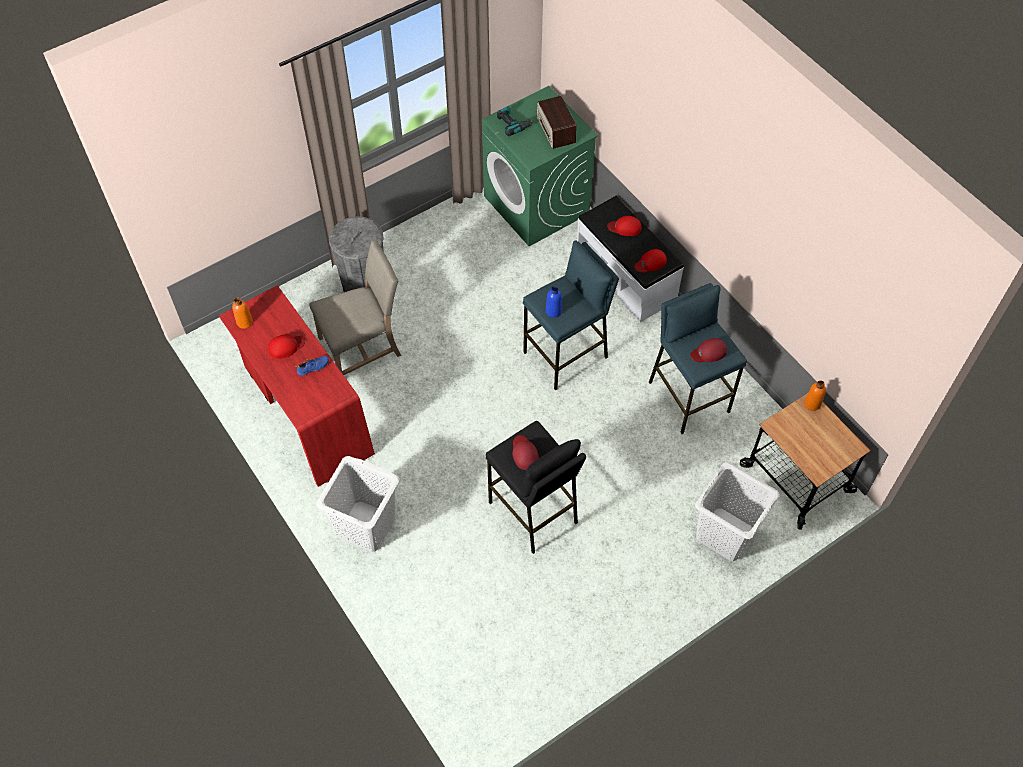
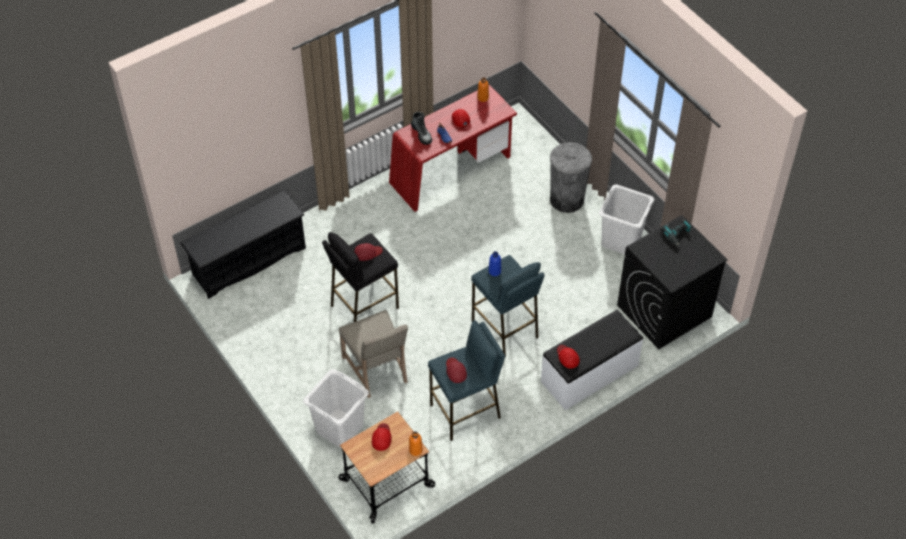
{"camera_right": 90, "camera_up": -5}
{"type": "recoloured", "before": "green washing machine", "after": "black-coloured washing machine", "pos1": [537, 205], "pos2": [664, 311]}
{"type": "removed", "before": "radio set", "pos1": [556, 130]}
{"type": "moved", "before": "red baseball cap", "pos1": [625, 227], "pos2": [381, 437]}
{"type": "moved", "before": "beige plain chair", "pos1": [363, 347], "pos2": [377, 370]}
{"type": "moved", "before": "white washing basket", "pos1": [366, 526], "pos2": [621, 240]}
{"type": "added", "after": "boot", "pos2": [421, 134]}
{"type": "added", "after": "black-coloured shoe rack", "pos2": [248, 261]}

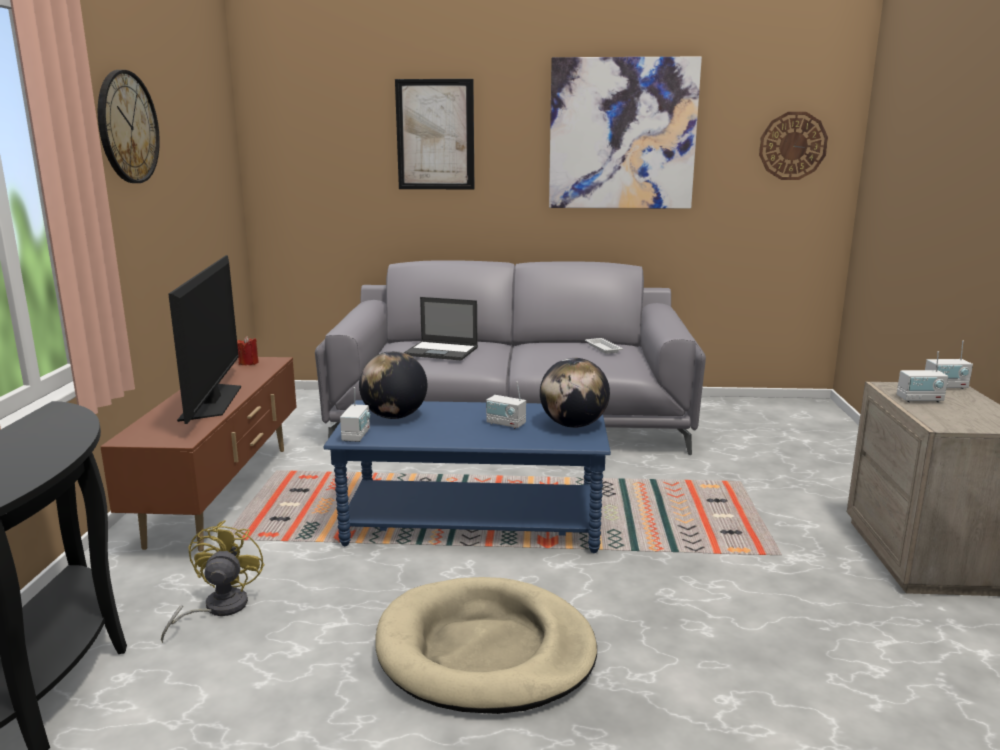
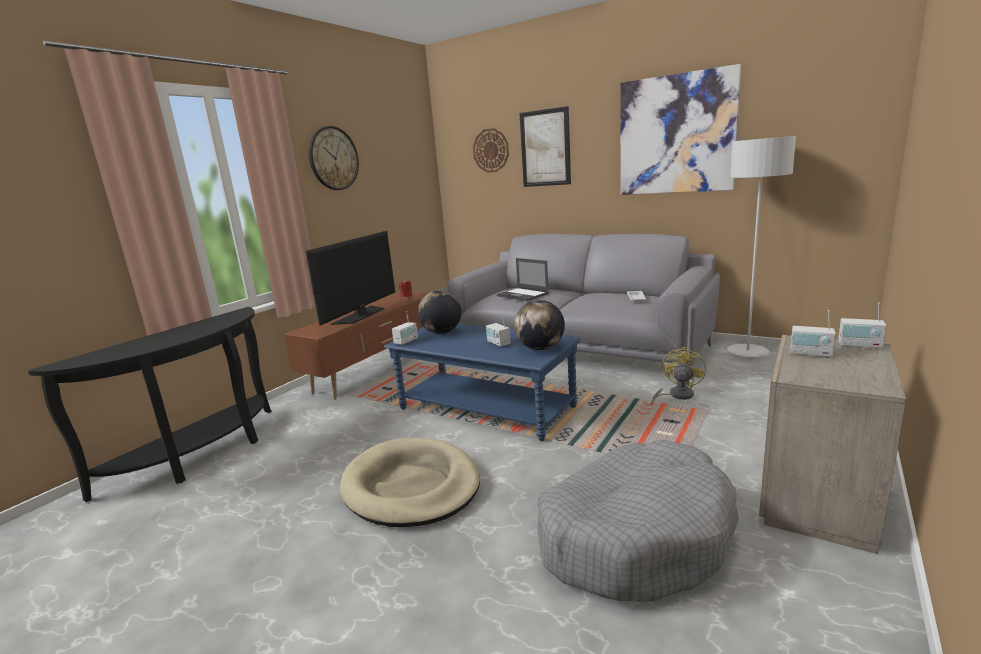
{"camera_right": 30, "camera_up": 0}
{"type": "moved", "before": "wall clock", "pos1": [792, 146], "pos2": [491, 150]}
{"type": "moved", "before": "yellow fan", "pos1": [217, 609], "pos2": [676, 396]}
{"type": "added", "after": "gray standing lamp", "pos2": [747, 352]}
{"type": "added", "after": "gray pet bed", "pos2": [635, 535]}

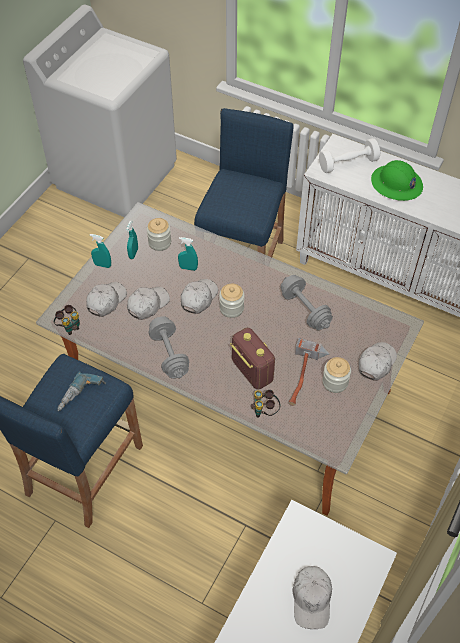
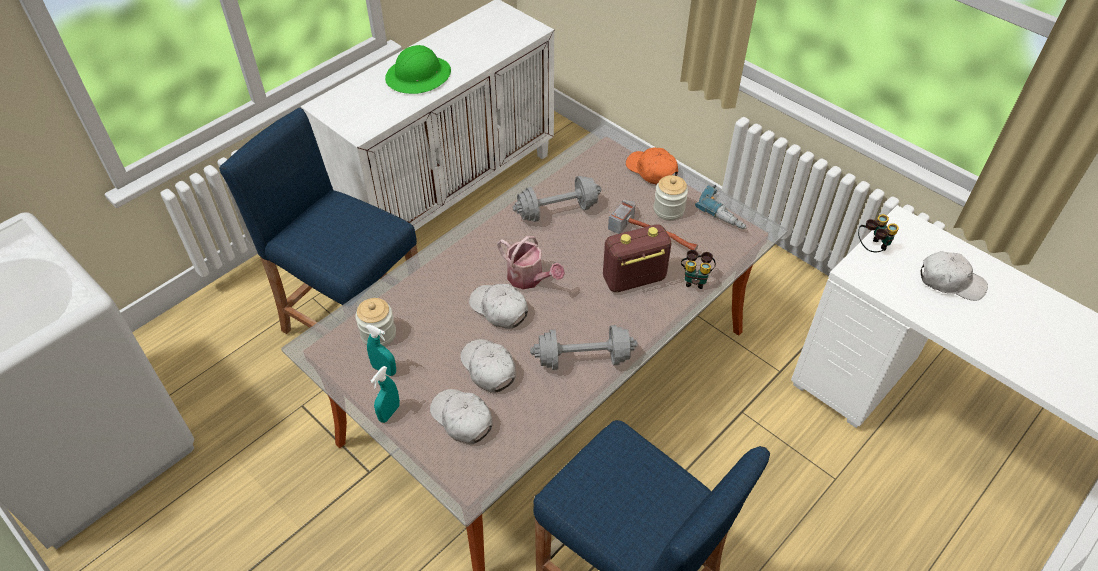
{"camera_right": -75, "camera_up": -5}
{"type": "removed", "before": "white hand weight", "pos1": [348, 164]}
{"type": "removed", "before": "turquoise sprayer", "pos1": [188, 268]}
{"type": "replaced", "before": "preserve jar", "after": "watering can", "pos1": [231, 308], "pos2": [529, 278]}
{"type": "moved", "before": "pair of binoculars", "pos1": [69, 326], "pos2": [871, 248]}
{"type": "recoloured", "before": "white baseball cap", "after": "orange-coloured baseball cap", "pos1": [376, 363], "pos2": [651, 171]}
{"type": "moved", "before": "power drill", "pos1": [82, 397], "pos2": [725, 212]}

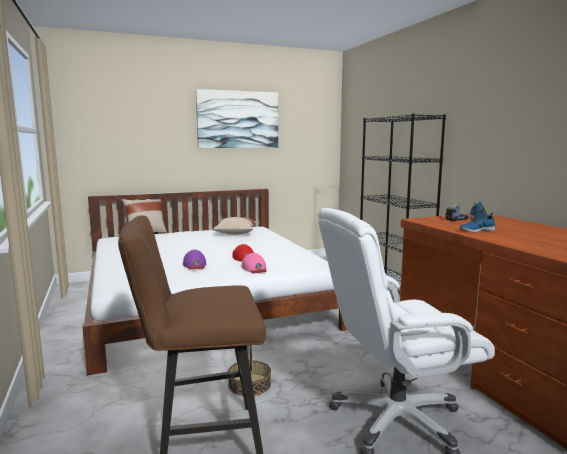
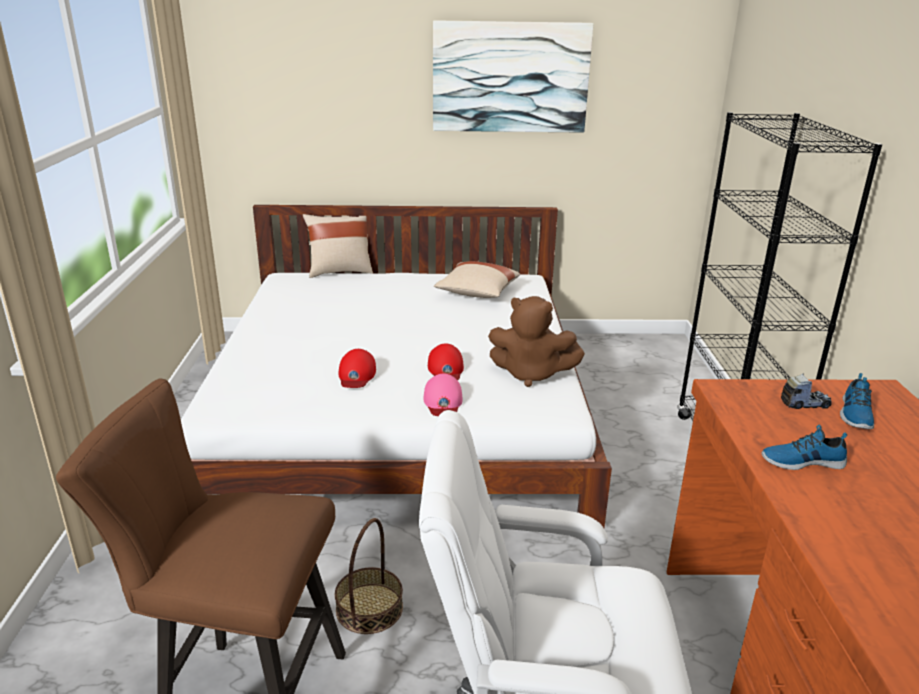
{"camera_right": 20, "camera_up": 15}
{"type": "recoloured", "before": "purplish baseball cap", "after": "red baseball cap", "pos1": [195, 265], "pos2": [356, 374]}
{"type": "added", "after": "brown soft toy", "pos2": [531, 374]}

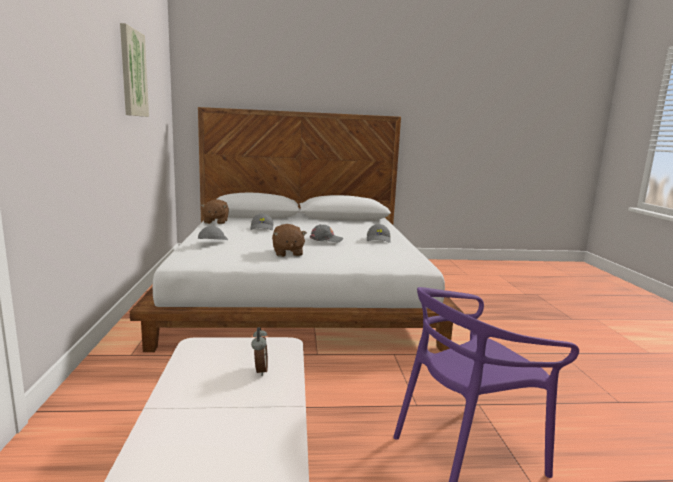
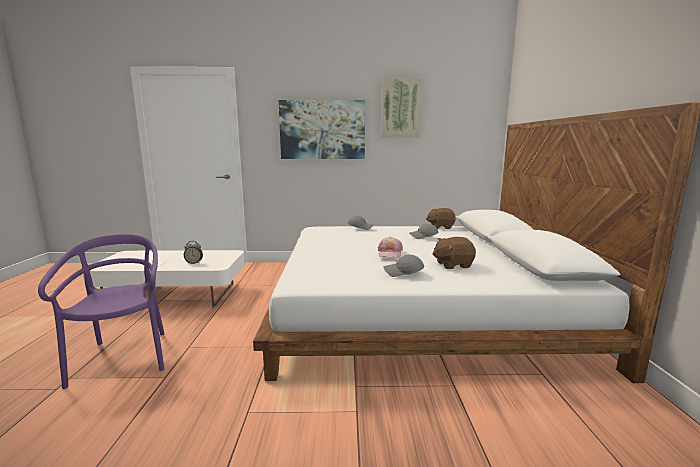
{"camera_right": 95, "camera_up": 0}
{"type": "moved", "before": "brown soft toy", "pos1": [287, 253], "pos2": [453, 265]}
{"type": "recoloured", "before": "gray baseball cap", "after": "pink baseball cap", "pos1": [326, 239], "pos2": [390, 253]}
{"type": "added", "after": "wall picture", "pos2": [322, 130]}

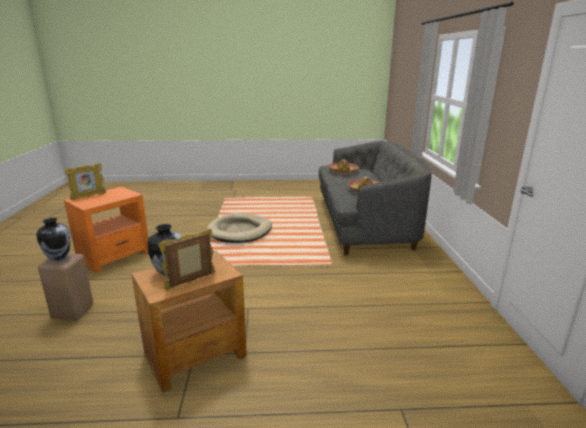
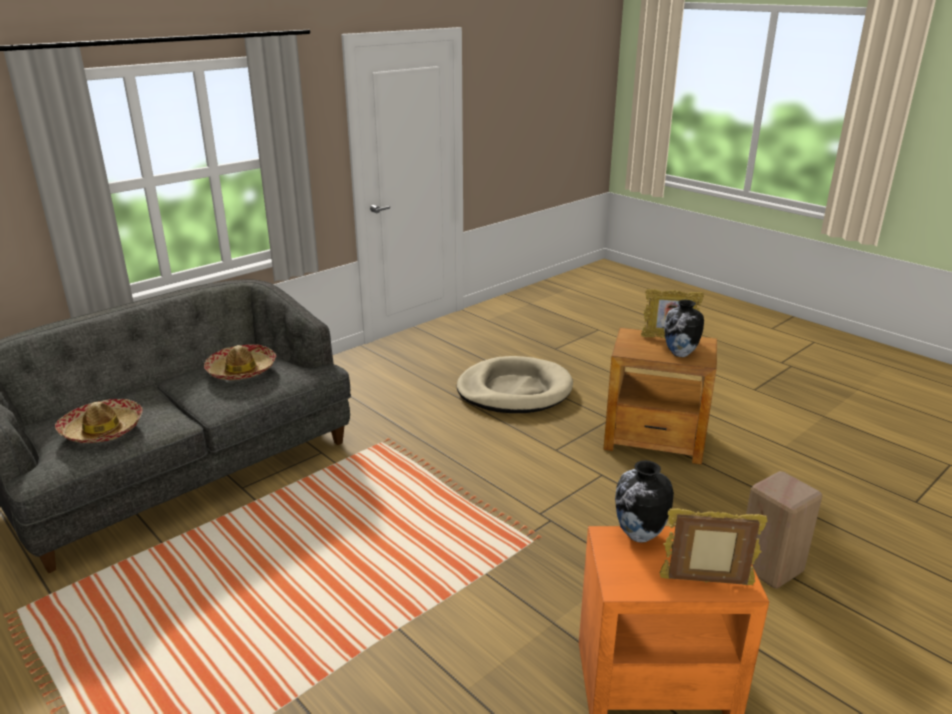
{"camera_right": -130, "camera_up": 5}
{"type": "moved", "before": "beige pet bed", "pos1": [240, 231], "pos2": [514, 390]}
{"type": "moved", "before": "flower vase", "pos1": [59, 258], "pos2": [639, 535]}

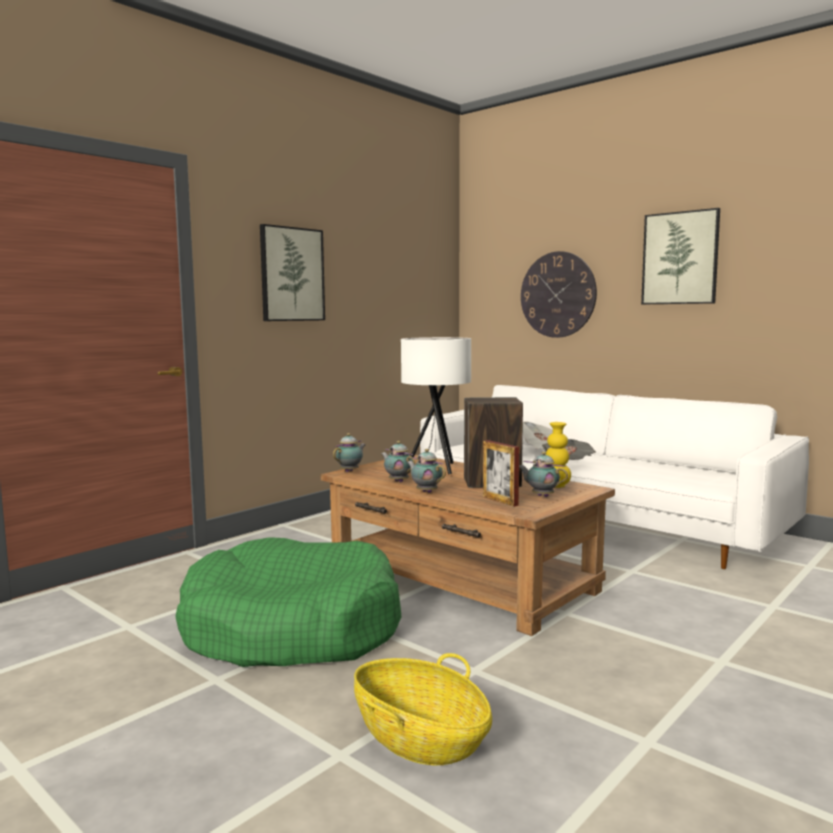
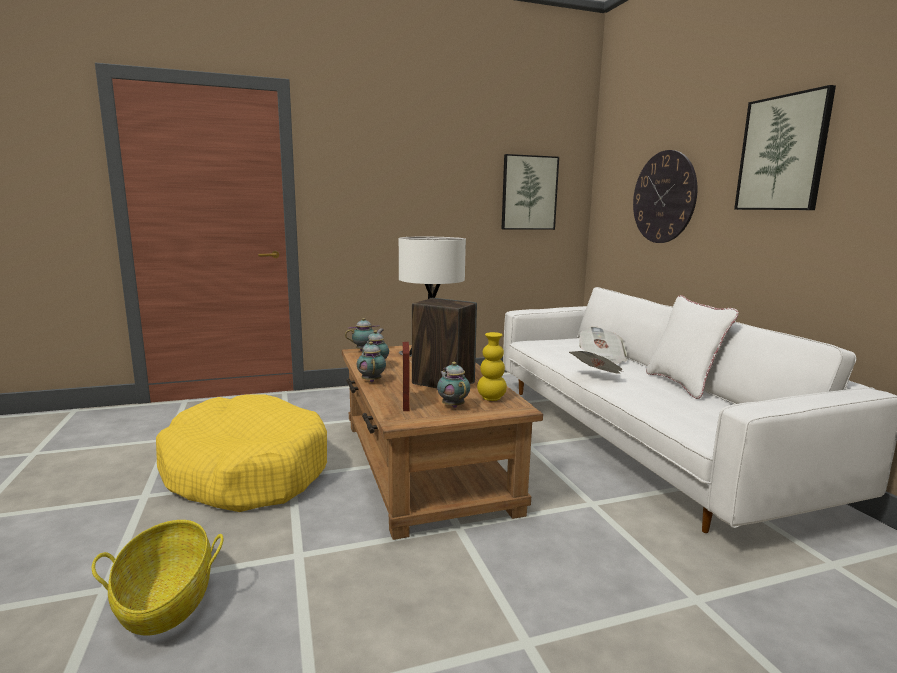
{"camera_right": 30, "camera_up": 5}
{"type": "moved", "before": "wall picture", "pos1": [291, 274], "pos2": [529, 193]}
{"type": "recoloured", "before": "green pet bed", "after": "yellow pet bed", "pos1": [292, 628], "pos2": [245, 471]}
{"type": "added", "after": "white pillow", "pos2": [683, 384]}

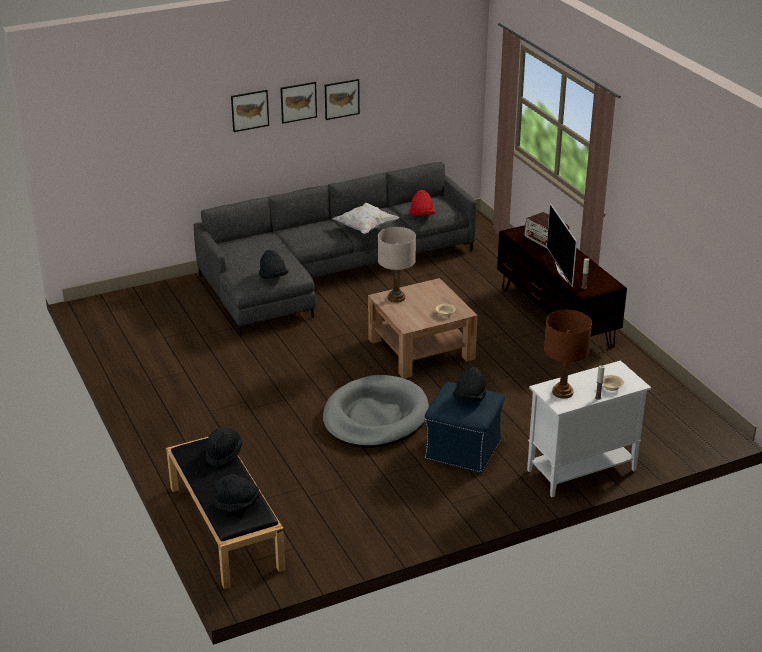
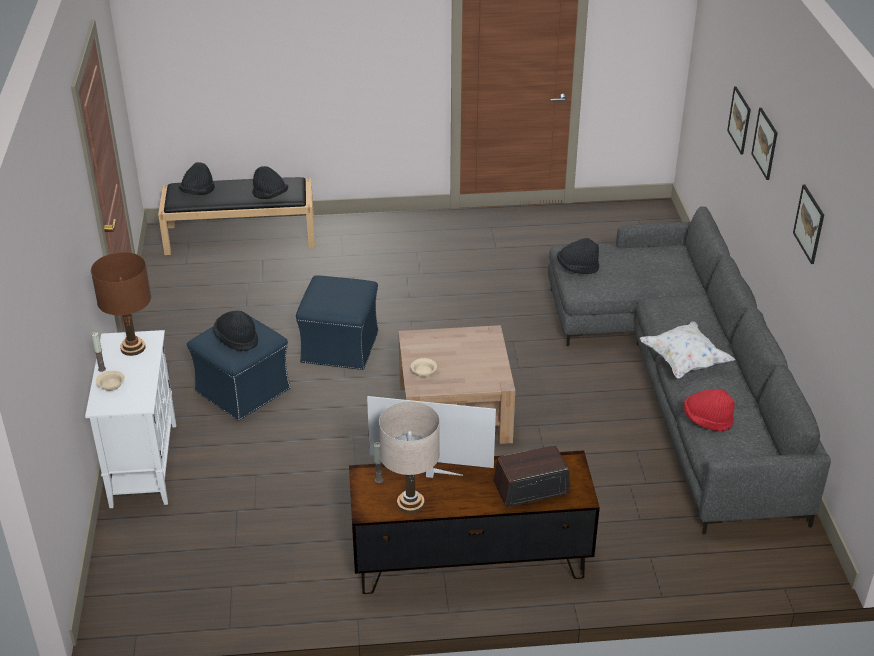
{"camera_right": 110, "camera_up": 5}
{"type": "moved", "before": "wall picture", "pos1": [298, 102], "pos2": [739, 120]}
{"type": "moved", "before": "beige table lamp", "pos1": [396, 298], "pos2": [411, 503]}
{"type": "replaced", "before": "gray pet bed", "after": "bluish pouffe", "pos1": [375, 417], "pos2": [340, 346]}

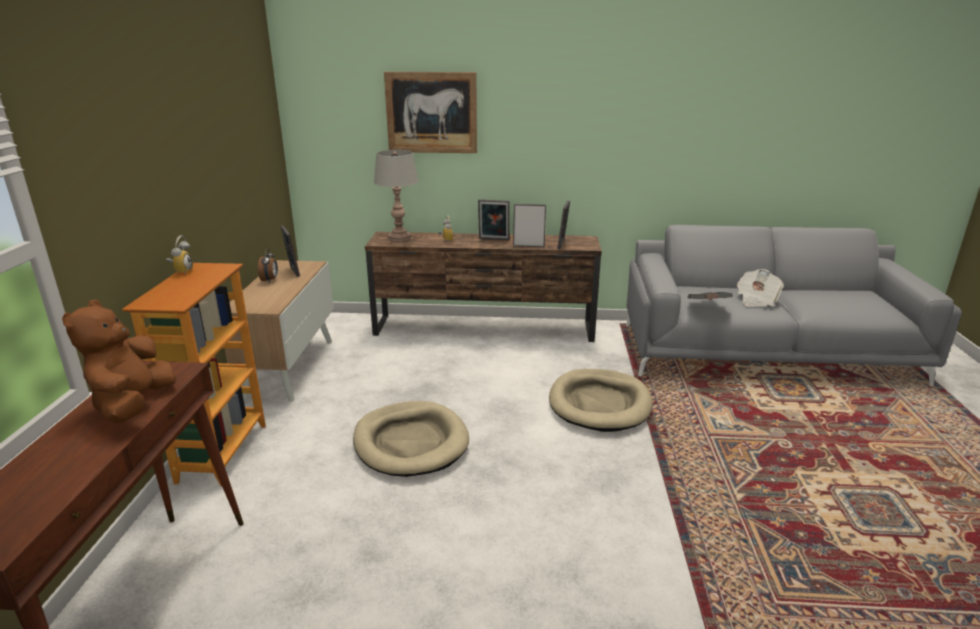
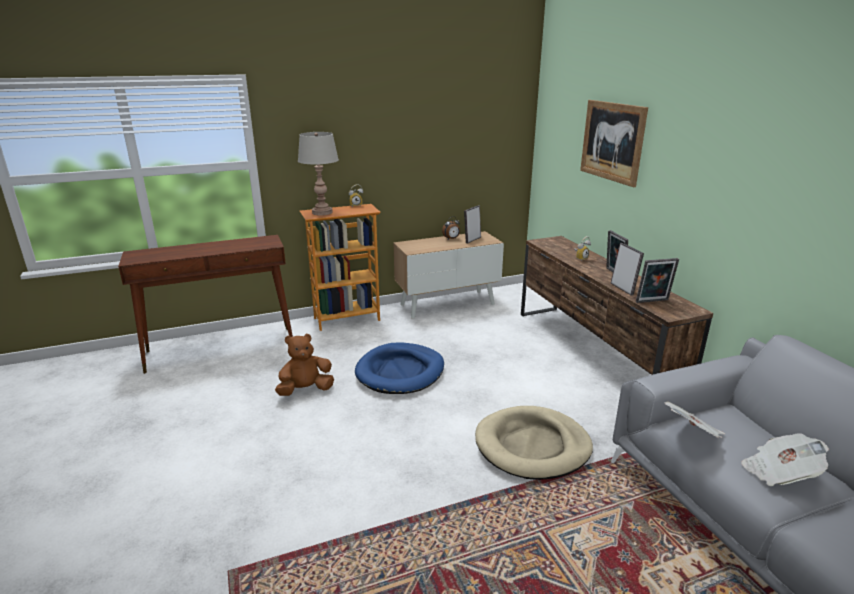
{"camera_right": 65, "camera_up": 0}
{"type": "moved", "before": "gray table lamp", "pos1": [399, 238], "pos2": [322, 212]}
{"type": "moved", "before": "brown soft toy", "pos1": [134, 405], "pos2": [305, 390]}
{"type": "recoloured", "before": "beige pet bed", "after": "bluish pet bed", "pos1": [411, 442], "pos2": [400, 372]}

